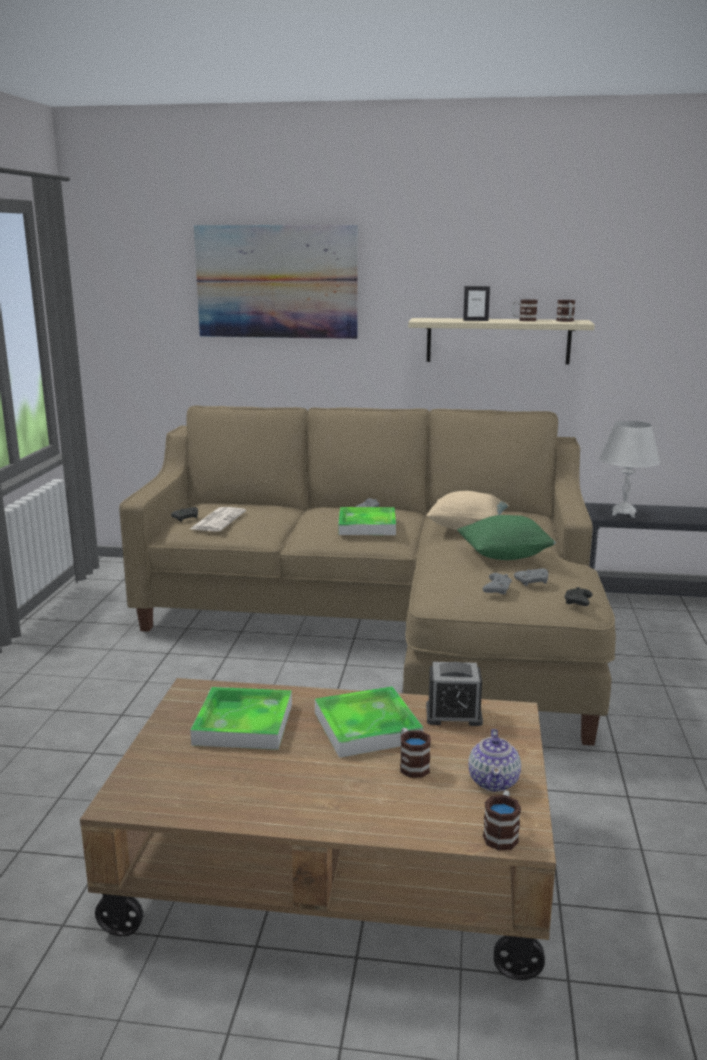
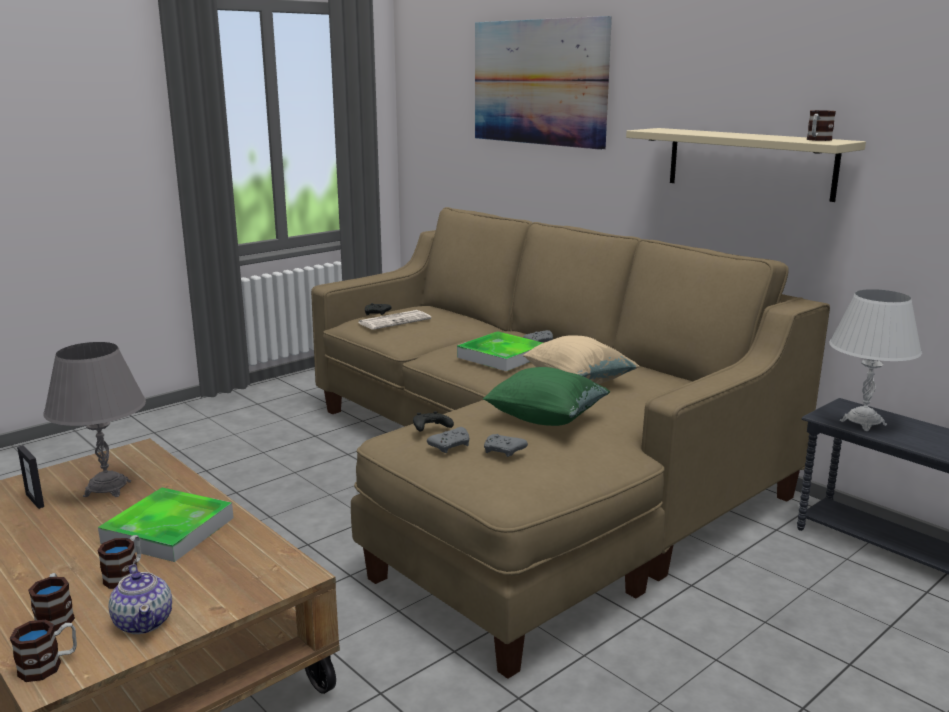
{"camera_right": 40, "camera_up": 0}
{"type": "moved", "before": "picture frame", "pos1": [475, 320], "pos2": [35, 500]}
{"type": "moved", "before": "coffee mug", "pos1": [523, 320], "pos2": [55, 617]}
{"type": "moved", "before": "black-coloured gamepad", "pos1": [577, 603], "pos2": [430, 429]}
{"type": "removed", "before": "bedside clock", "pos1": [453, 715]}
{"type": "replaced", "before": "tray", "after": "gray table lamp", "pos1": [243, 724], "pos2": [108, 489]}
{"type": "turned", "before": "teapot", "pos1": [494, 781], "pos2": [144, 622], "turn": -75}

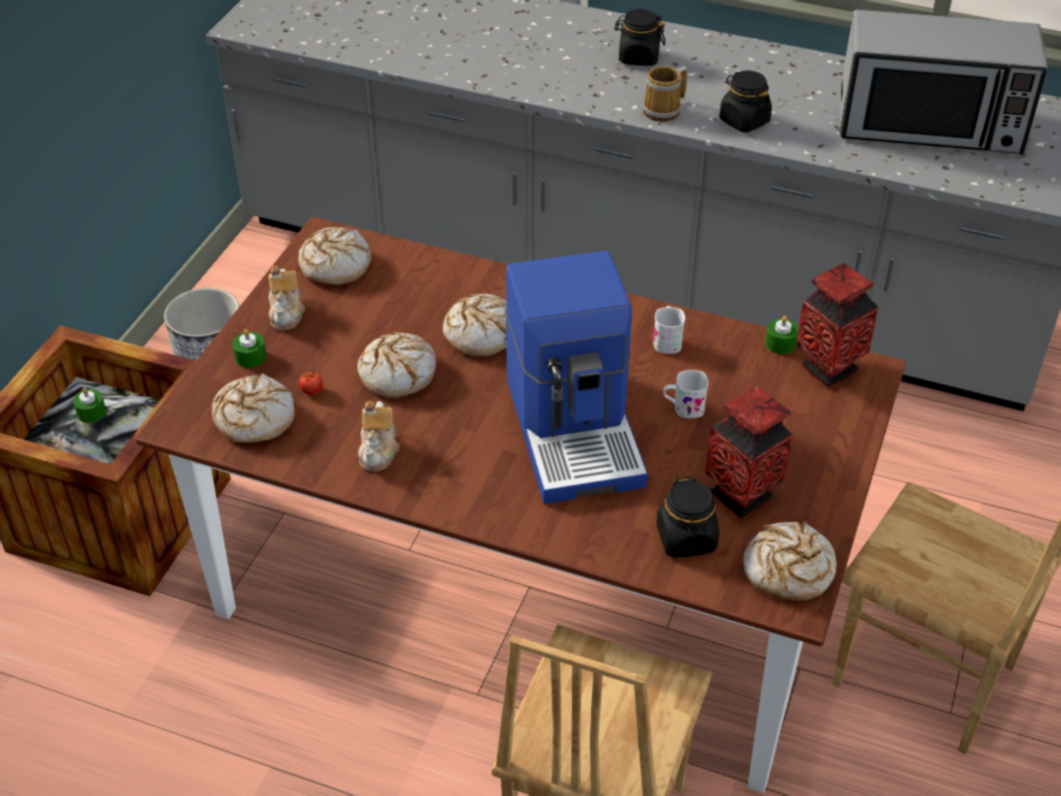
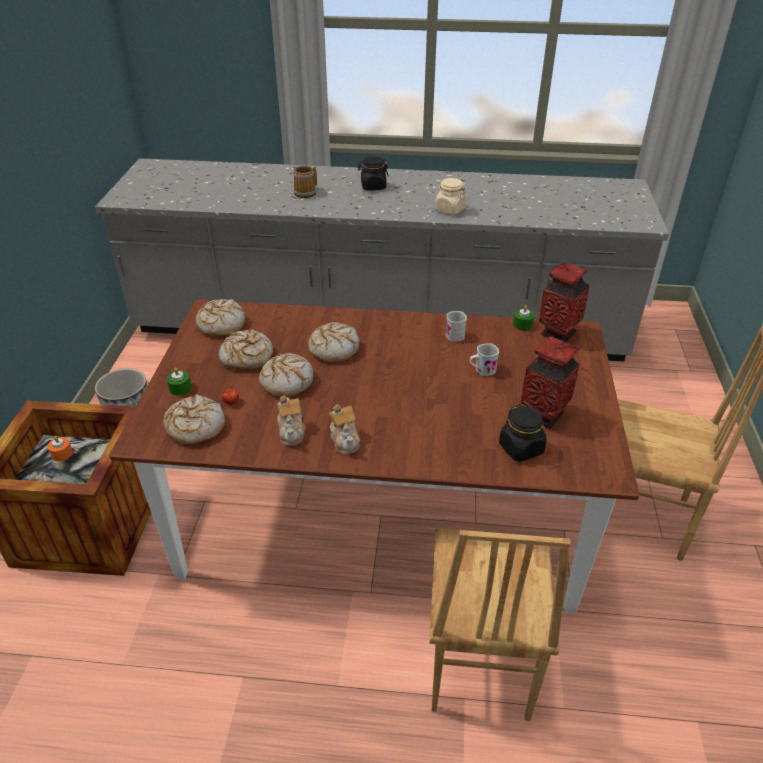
{"camera_right": -15, "camera_up": -5}
{"type": "removed", "before": "kitchen microwave", "pos1": [930, 125]}
{"type": "moved", "before": "coffee mug", "pos1": [664, 111], "pos2": [306, 193]}
{"type": "recoloured", "before": "black-coloured preserve jar", "after": "beige preserve jar", "pos1": [744, 121], "pos2": [449, 209]}
{"type": "removed", "before": "coffee machine", "pos1": [576, 429]}
{"type": "moved", "before": "teapot", "pos1": [287, 313], "pos2": [345, 440]}
{"type": "recoloured", "before": "green wax candle", "after": "orange-coloured wax candle", "pos1": [91, 412], "pos2": [62, 453]}
{"type": "moved", "before": "bakery bread", "pos1": [788, 570], "pos2": [246, 357]}

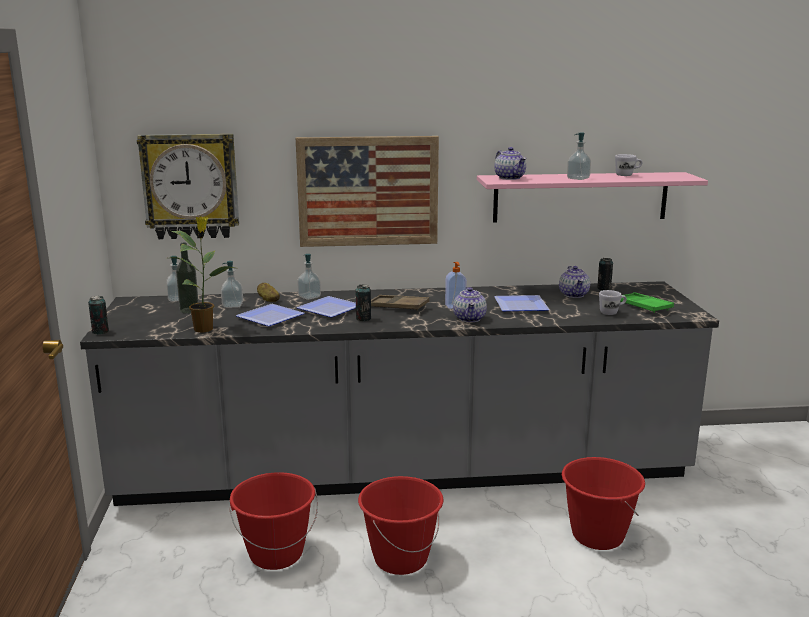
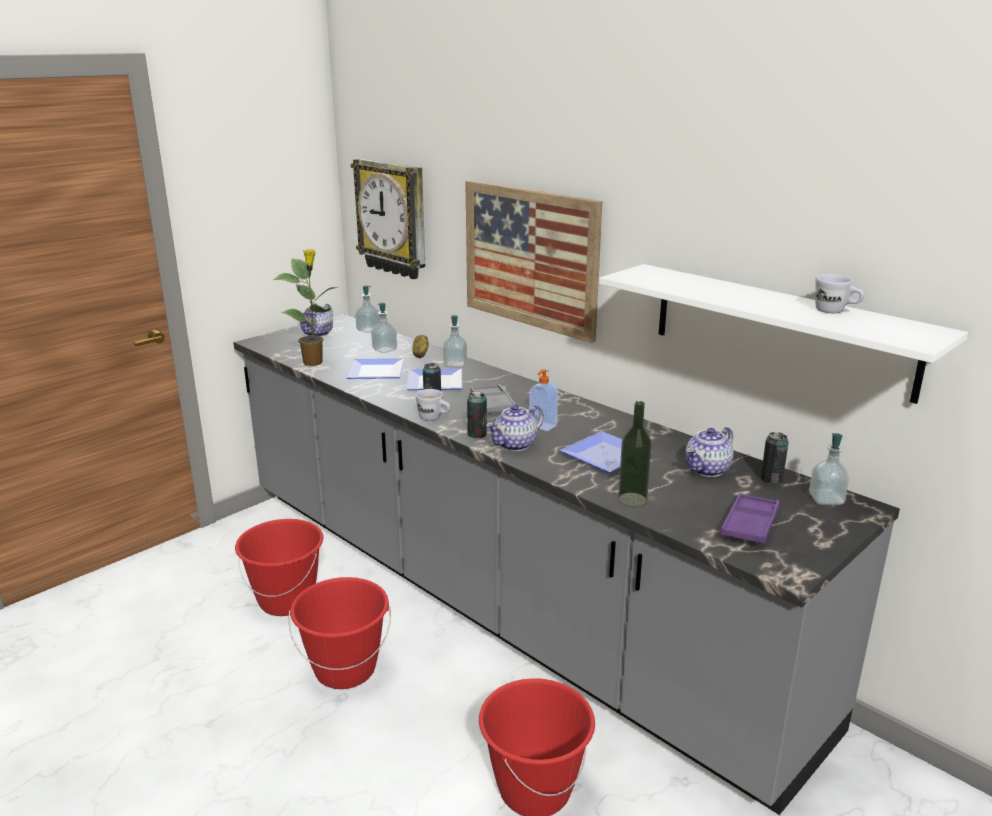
{"camera_right": 50, "camera_up": 5}
{"type": "moved", "before": "soap dispenser", "pos1": [578, 178], "pos2": [826, 499]}
{"type": "moved", "before": "teapot", "pos1": [510, 178], "pos2": [317, 333]}
{"type": "recoloured", "before": "pink bracket shelf", "after": "white bracket shelf", "pos1": [580, 197], "pos2": [780, 329]}
{"type": "moved", "before": "beverage bottle", "pos1": [189, 310], "pos2": [632, 499]}
{"type": "moved", "before": "white coffee mug", "pos1": [612, 312], "pos2": [434, 419]}
{"type": "recoloured", "before": "green tray", "after": "purplish tray", "pos1": [643, 306], "pos2": [750, 524]}
{"type": "recoloured", "before": "brown tray", "after": "gray tray", "pos1": [398, 307], "pos2": [492, 404]}
{"type": "moved", "before": "metal can", "pos1": [100, 332], "pos2": [477, 434]}

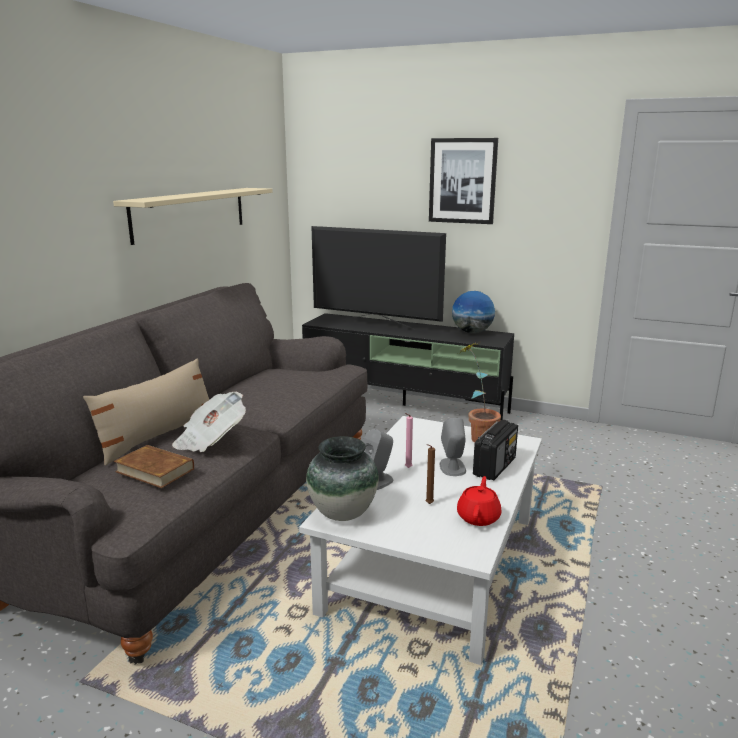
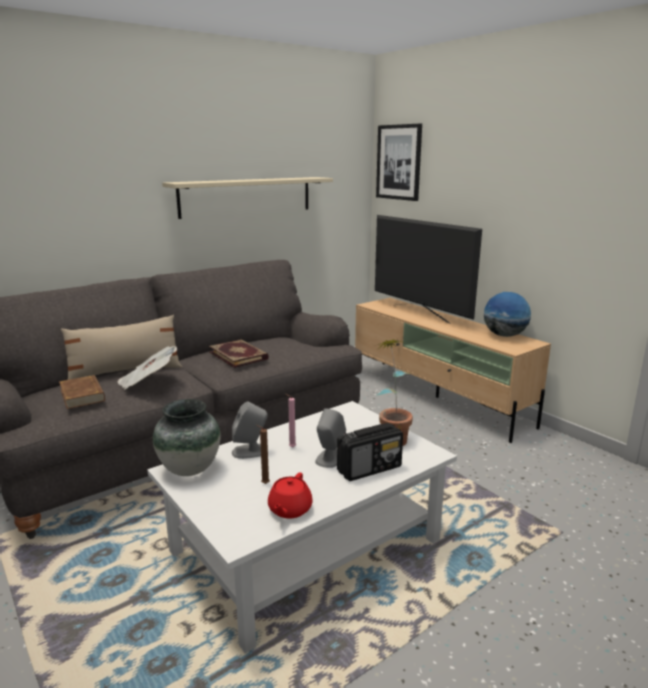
{"camera_right": 30, "camera_up": 0}
{"type": "moved", "before": "wall picture", "pos1": [462, 181], "pos2": [399, 162]}
{"type": "recoloured", "before": "black-coloured tv stand", "after": "beige tv stand", "pos1": [405, 405], "pos2": [437, 397]}
{"type": "turned", "before": "red teapot", "pos1": [478, 517], "pos2": [289, 510], "turn": 150}
{"type": "added", "after": "volume", "pos2": [239, 355]}

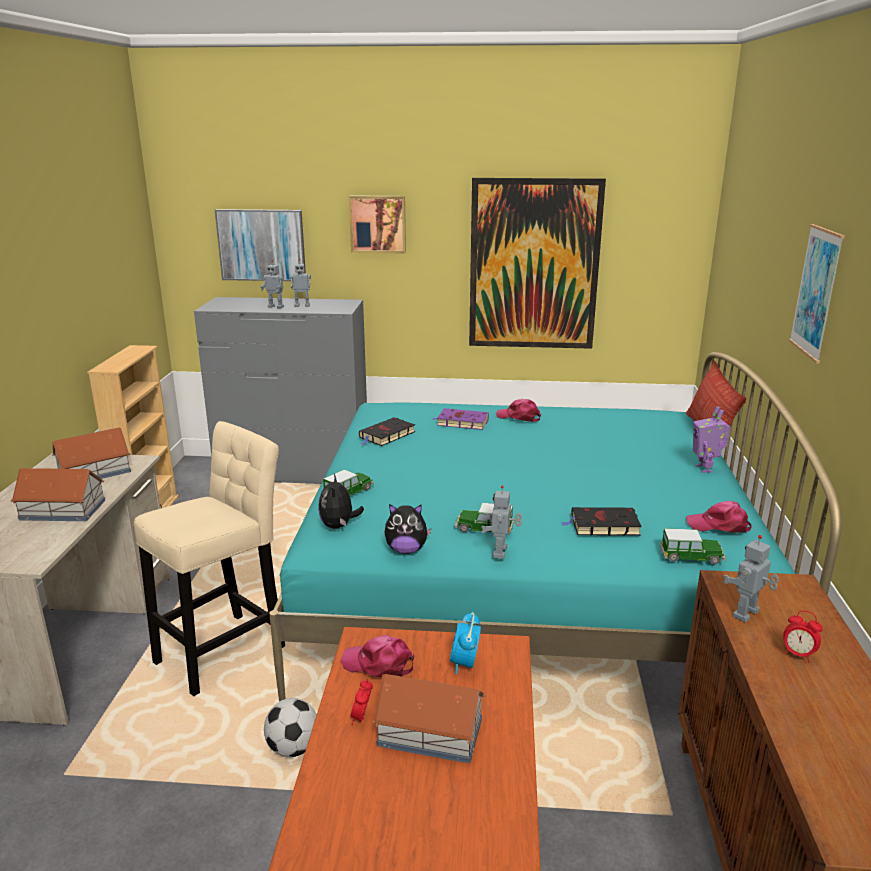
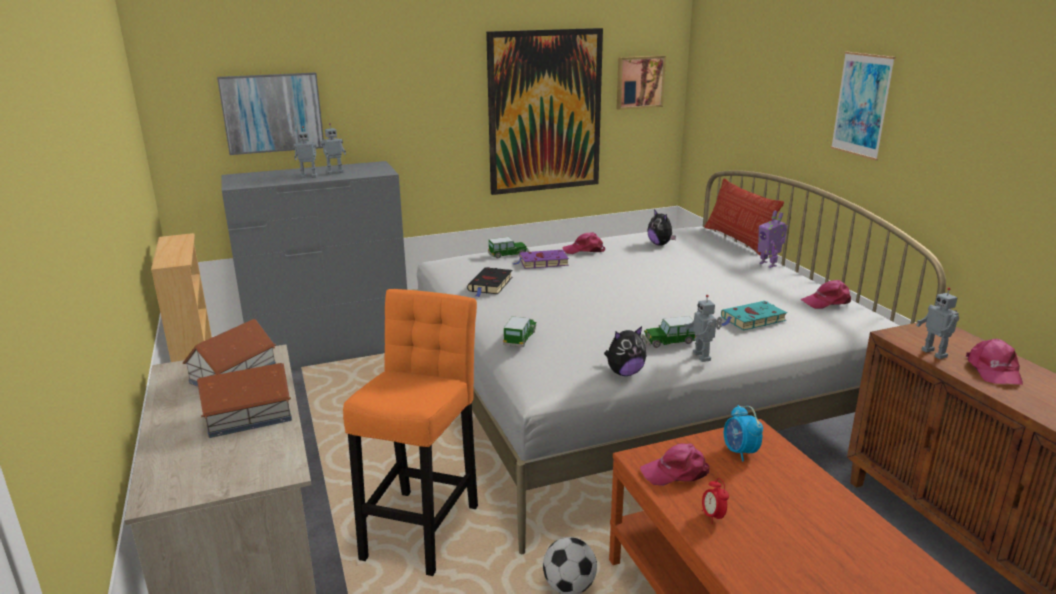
{"camera_right": -25, "camera_up": 0}
{"type": "moved", "before": "wall picture", "pos1": [378, 224], "pos2": [639, 82]}
{"type": "recoloured", "before": "turquoise sleeping bed", "after": "white sleeping bed", "pos1": [525, 584], "pos2": [634, 398]}
{"type": "recoloured", "before": "beige stool", "after": "orange-coloured stool", "pos1": [226, 650], "pos2": [423, 526]}
{"type": "moved", "before": "soft toy", "pos1": [339, 526], "pos2": [660, 244]}
{"type": "recoloured", "before": "black-coloured volume", "after": "turquoise volume", "pos1": [602, 526], "pos2": [752, 319]}
{"type": "moved", "before": "model car", "pos1": [692, 556], "pos2": [508, 254]}
{"type": "turned", "before": "model robot", "pos1": [747, 615], "pos2": [935, 353], "turn": -45}
{"type": "replaced", "before": "bedside clock", "after": "pink baseball cap", "pos1": [797, 655], "pos2": [993, 370]}
{"type": "removed", "before": "model house", "pos1": [429, 731]}

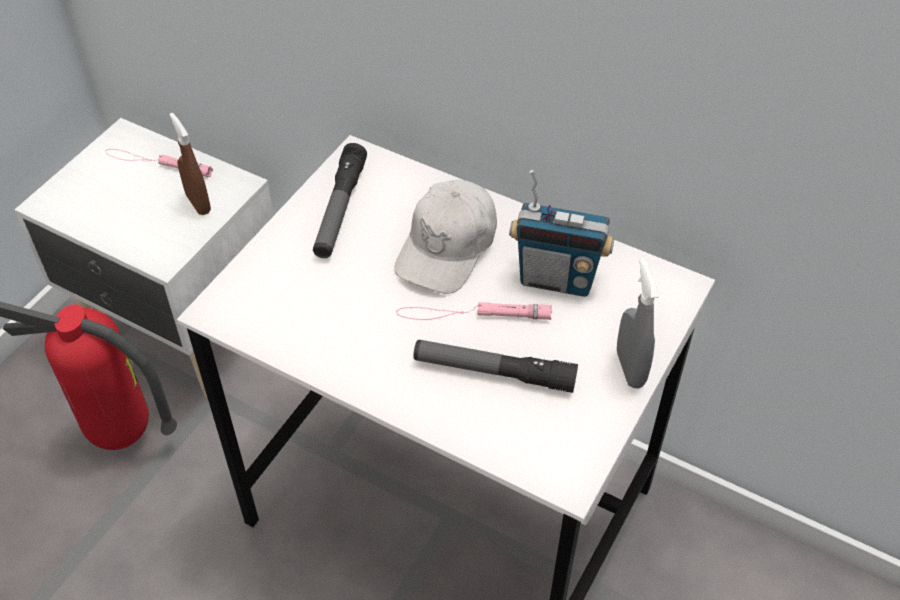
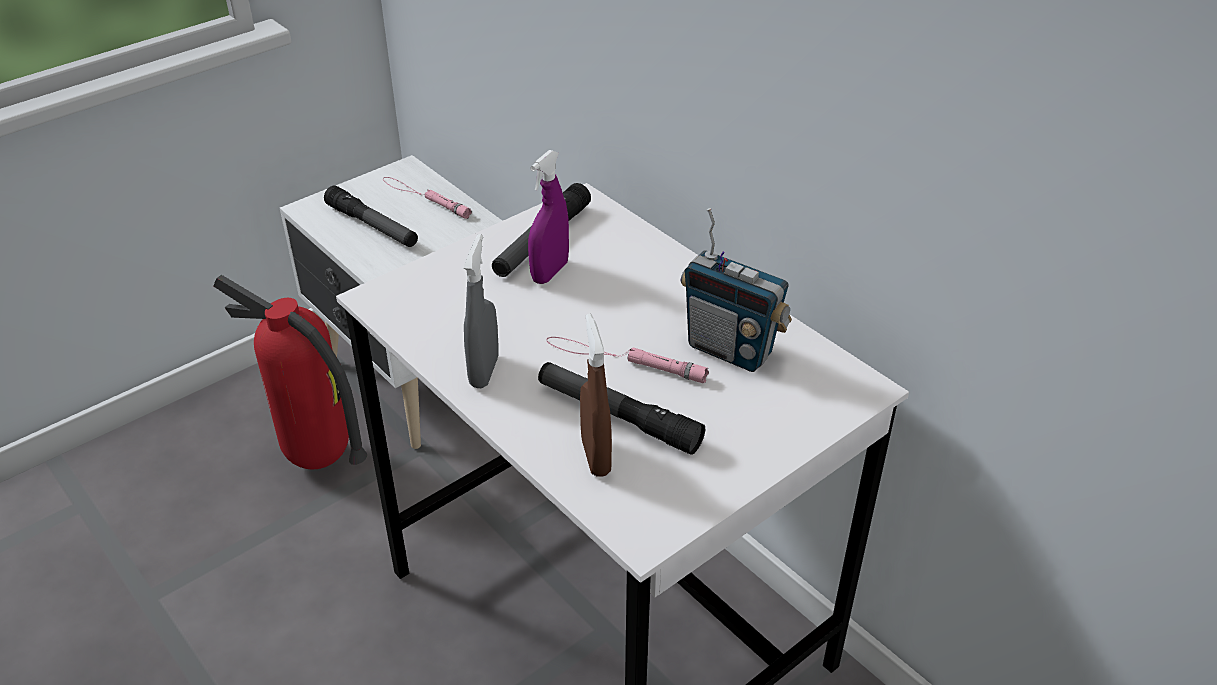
{"camera_right": 20, "camera_up": -10}
{"type": "moved", "before": "brown sprayer", "pos1": [198, 203], "pos2": [595, 456]}
{"type": "removed", "before": "white baseball cap", "pos1": [448, 247]}
{"type": "moved", "before": "gray sprayer", "pos1": [630, 368], "pos2": [484, 371]}
{"type": "added", "after": "purplish sprayer", "pos2": [550, 272]}
{"type": "added", "after": "torch", "pos2": [372, 226]}

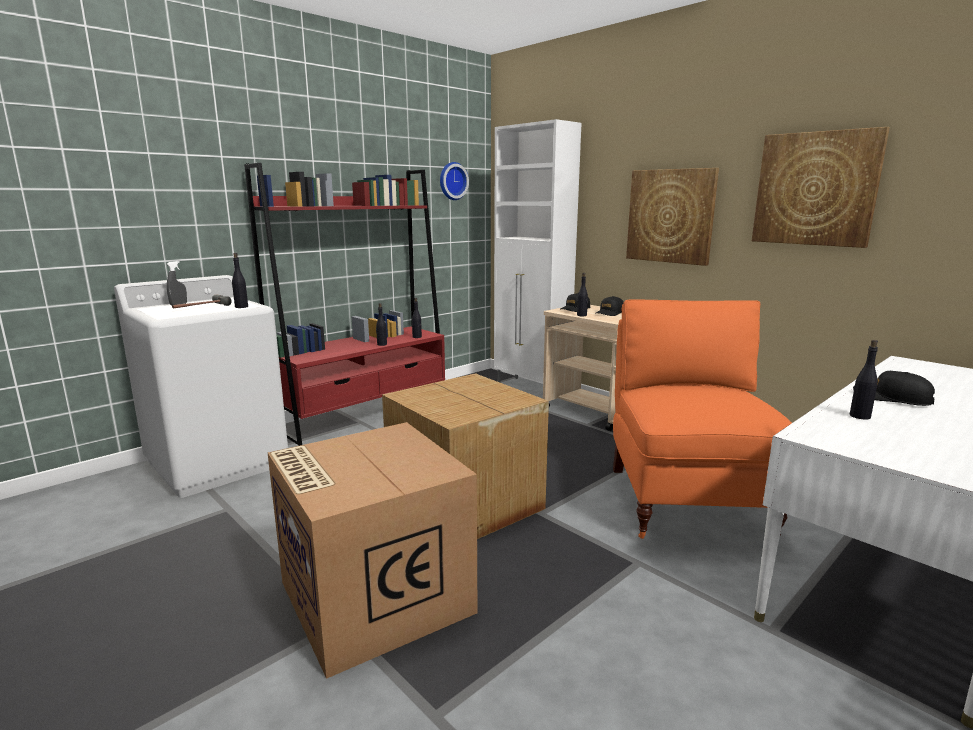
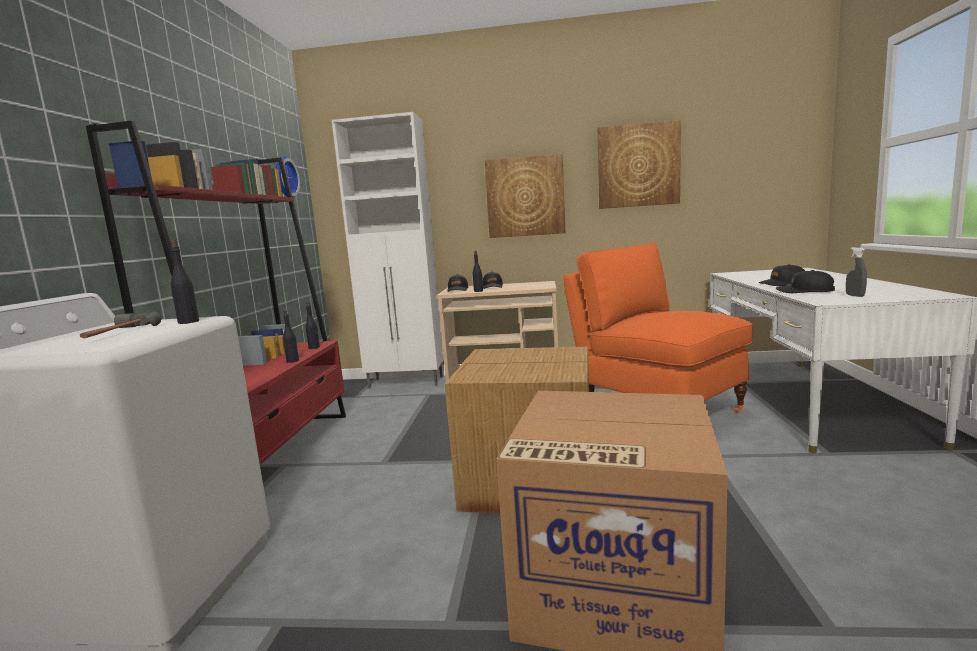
{"camera_right": -40, "camera_up": -5}
{"type": "moved", "before": "gray sprayer", "pos1": [178, 304], "pos2": [855, 295]}
{"type": "replaced", "before": "black-coloured beverage bottle", "after": "black-coloured baseball cap", "pos1": [859, 416], "pos2": [804, 291]}

